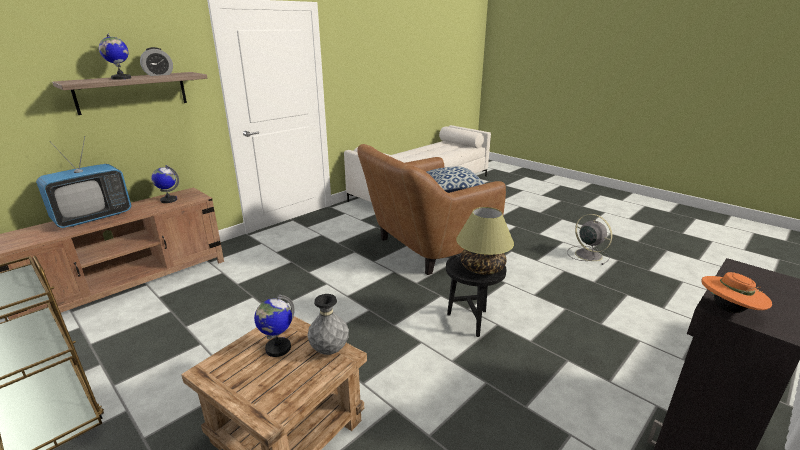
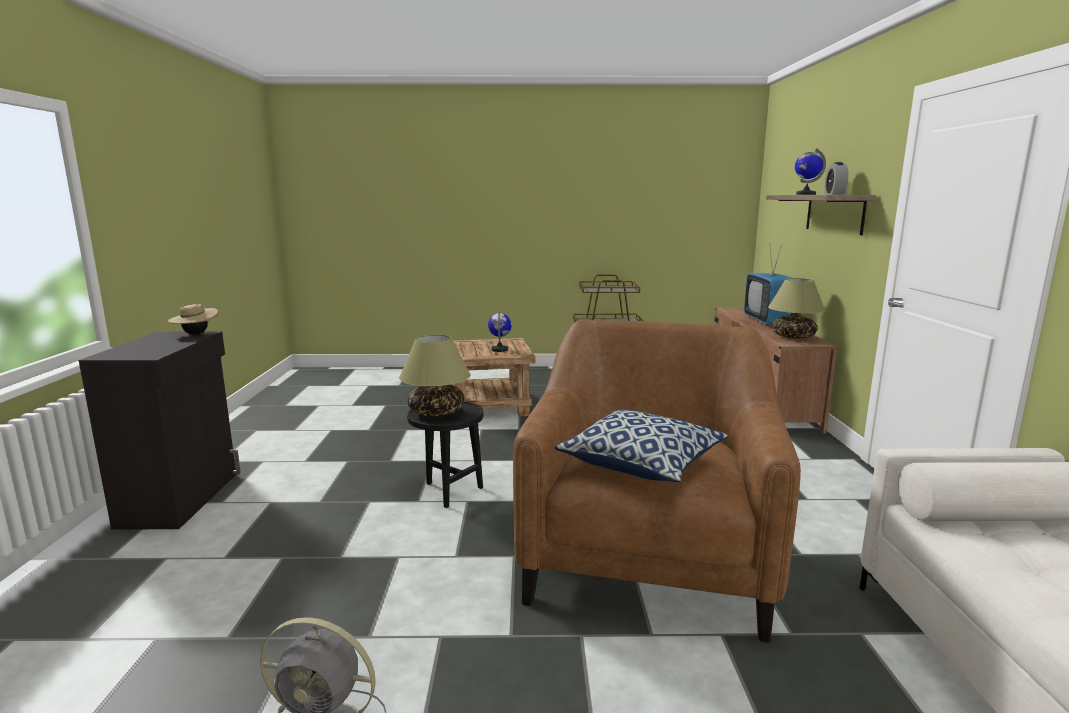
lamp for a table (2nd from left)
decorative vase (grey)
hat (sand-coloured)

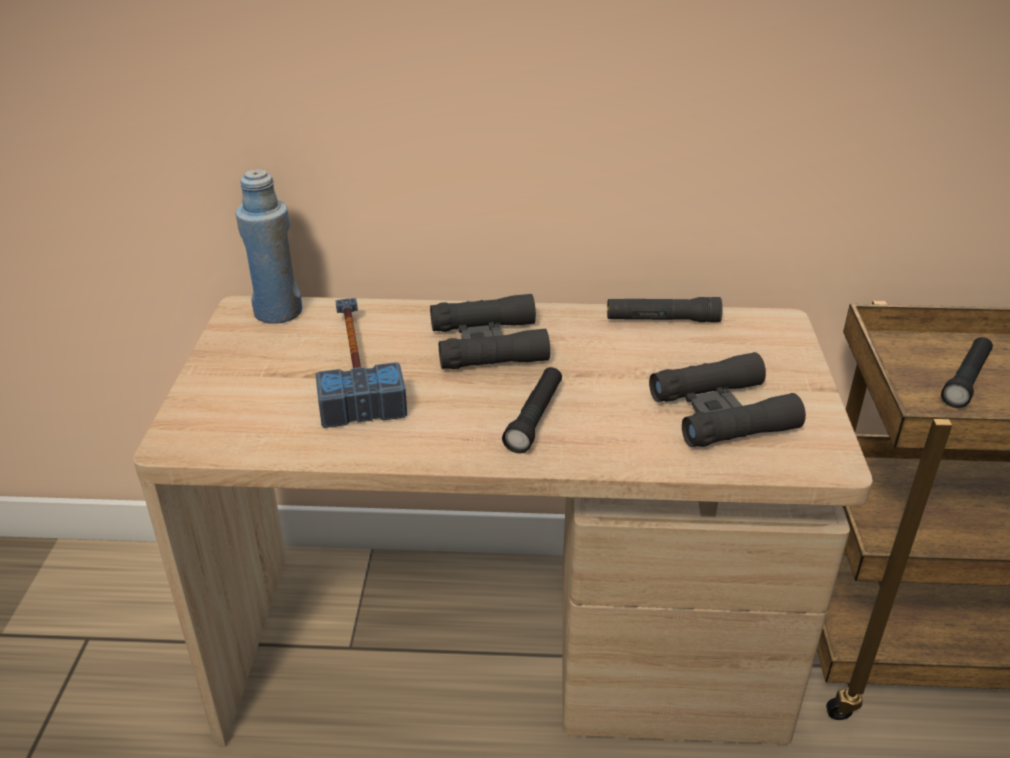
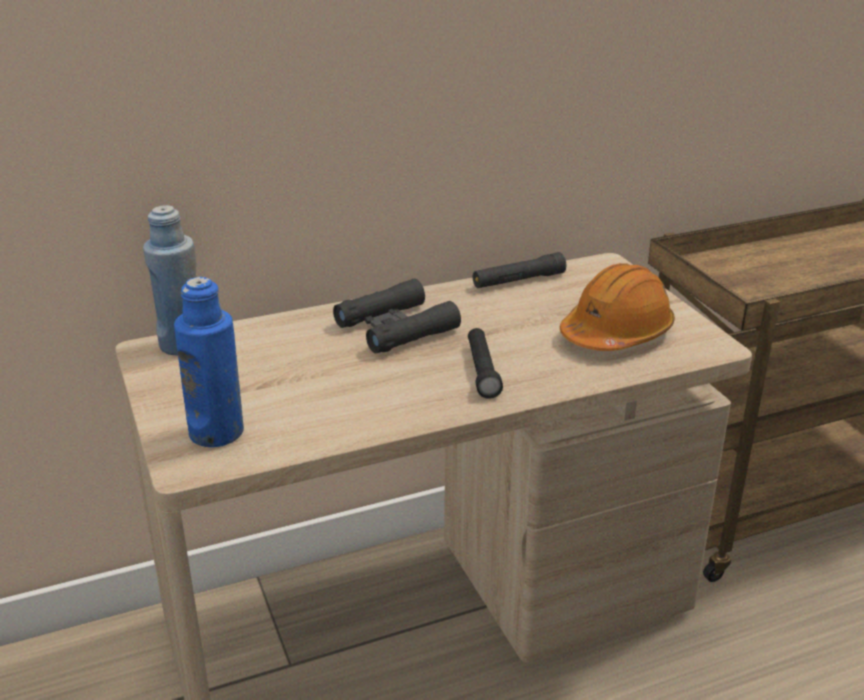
tool hammer
hard hat (orange)
torch (black-coloured) (3rd from left in the first image)
drink bottle (blue-coloured) (2nd from left)

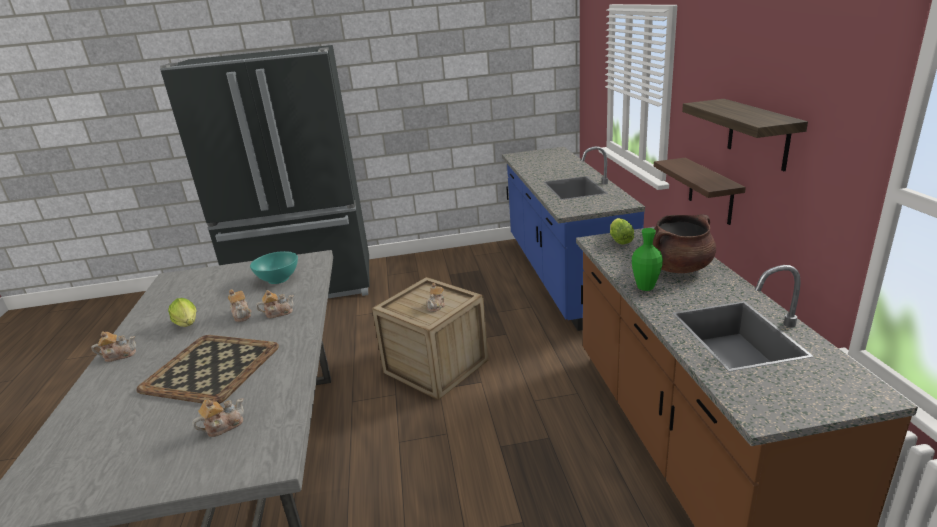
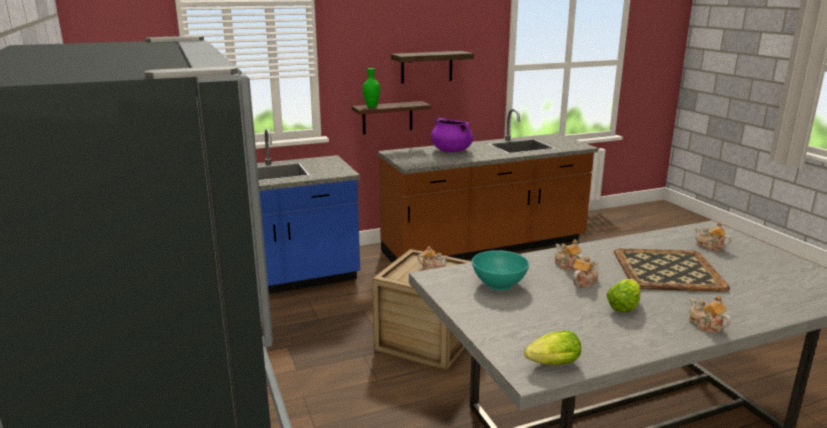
lettuce (1st from left)
decorative vase (green-coloured)
saucepot (purple-coloured)

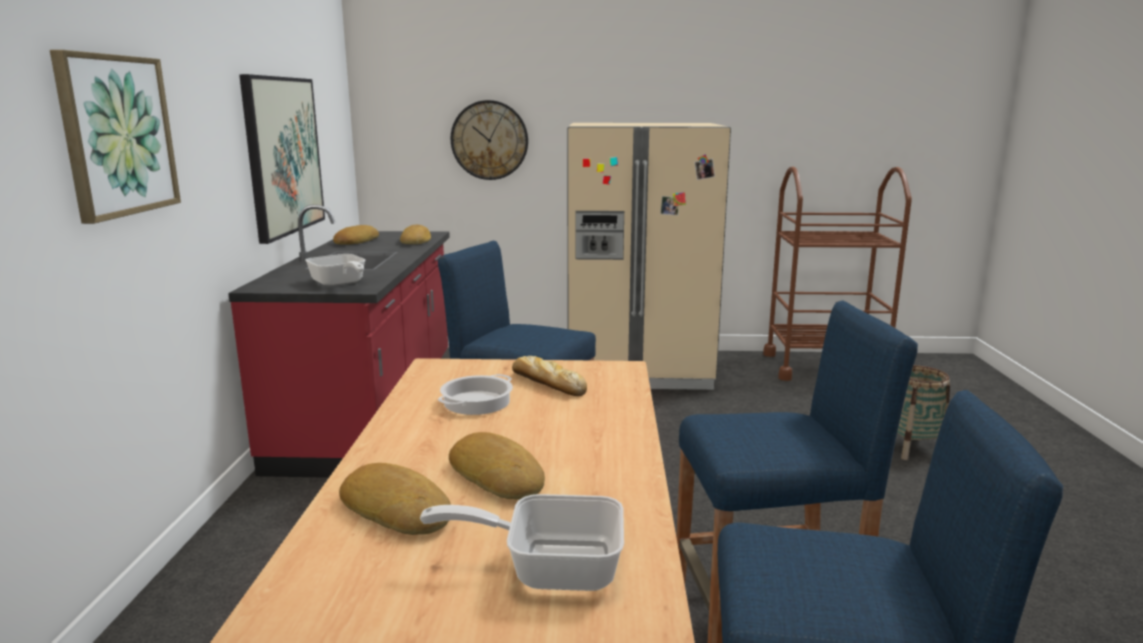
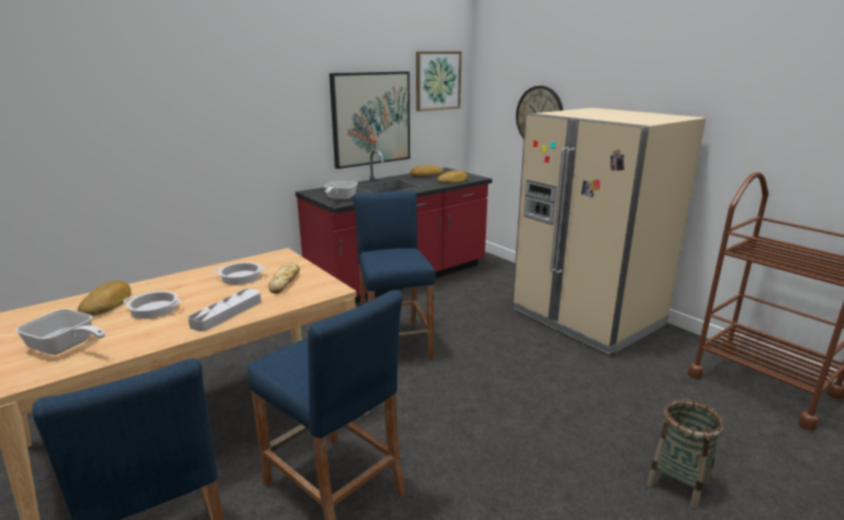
wall art (2nd from left)
skillet (1st from left)
saucepot (1st from left)
carrying tray (grey)

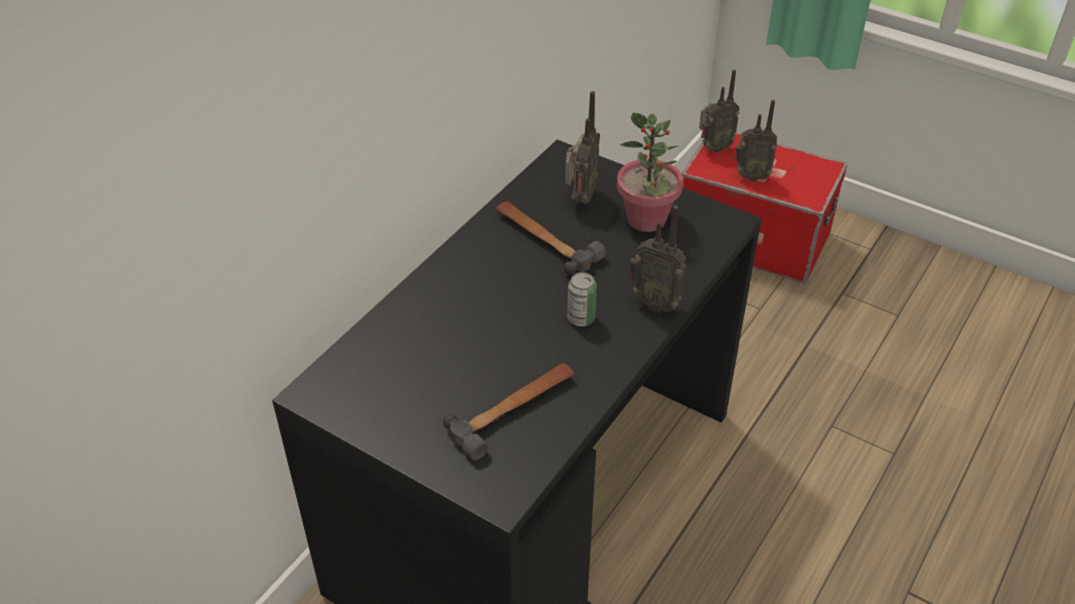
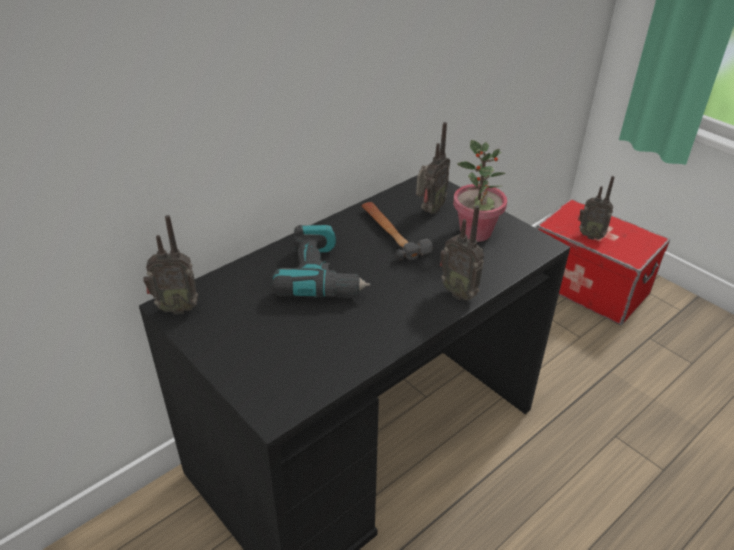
tool hammer (1st from left in the first image)
sealed can
radio set (1st from left)
electric drill

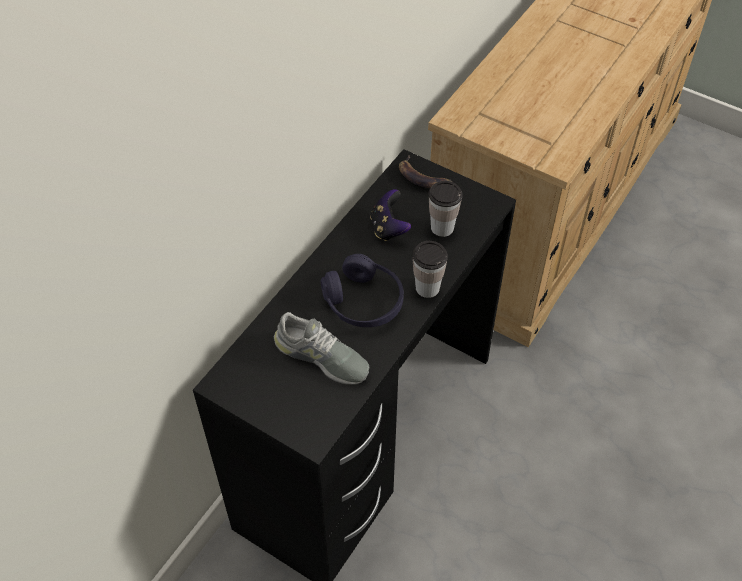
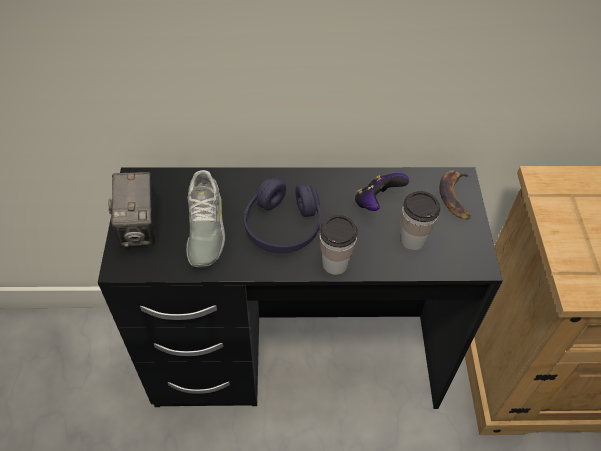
photo camera

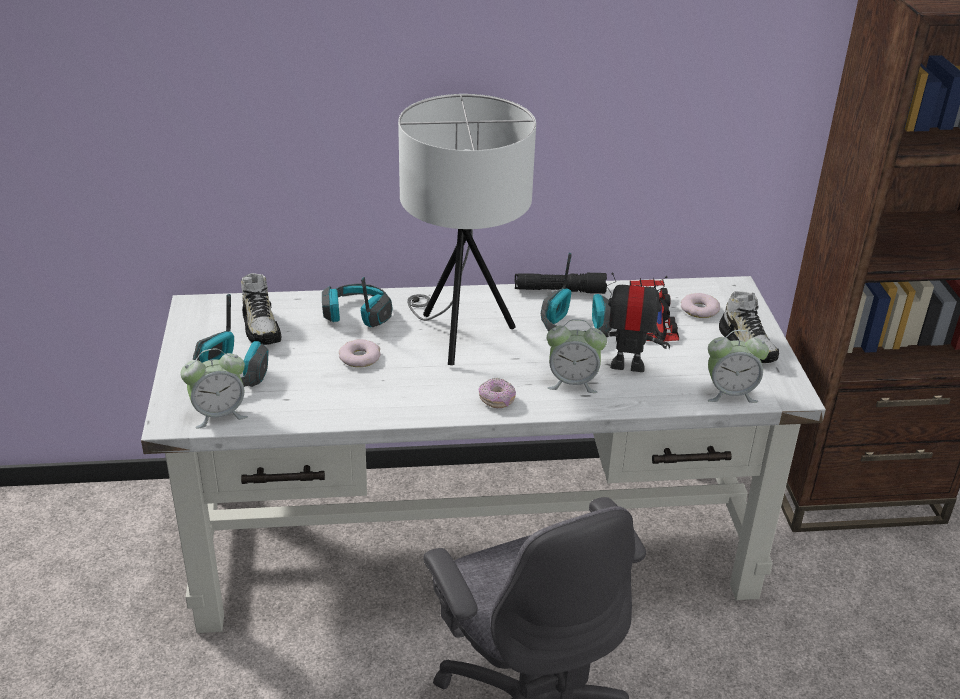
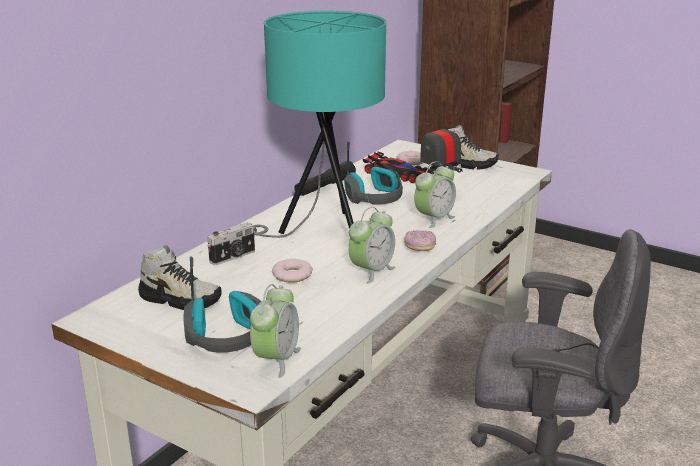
photo camera
lamp for a table (blue-green)
alarm clock (2nd from left)

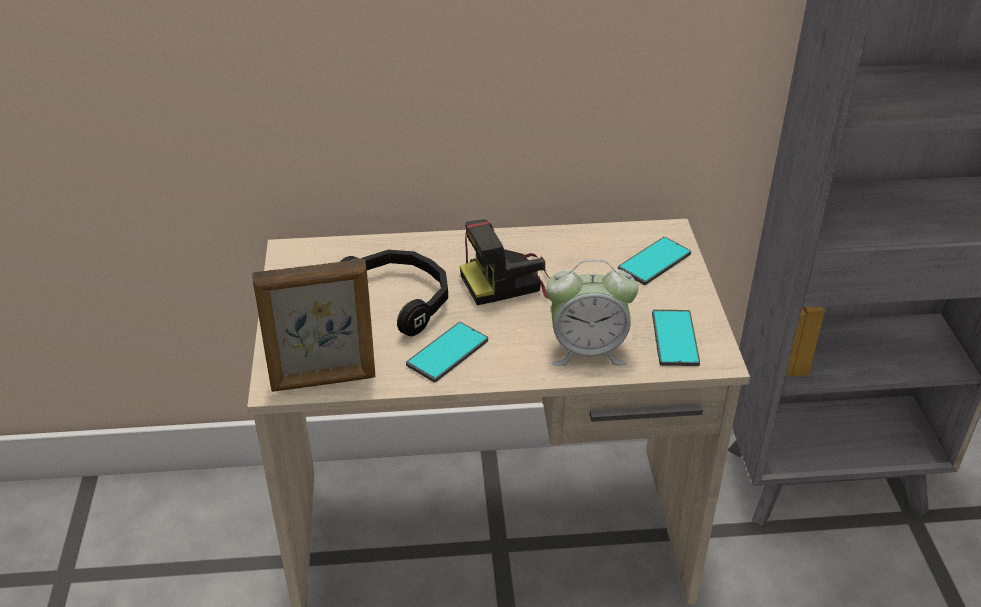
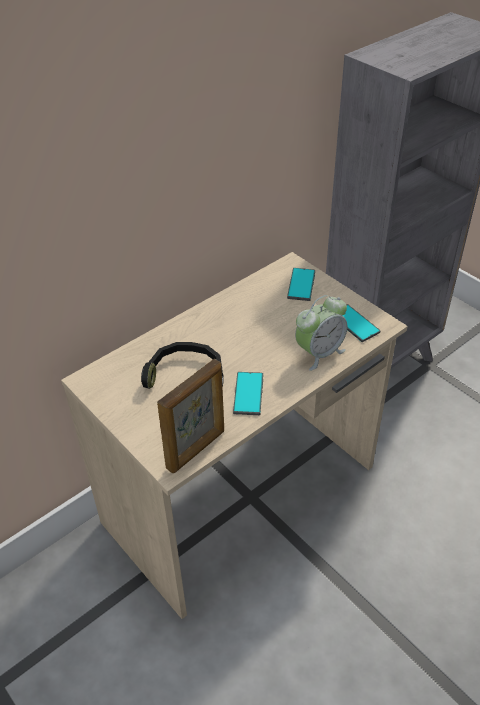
photo camera

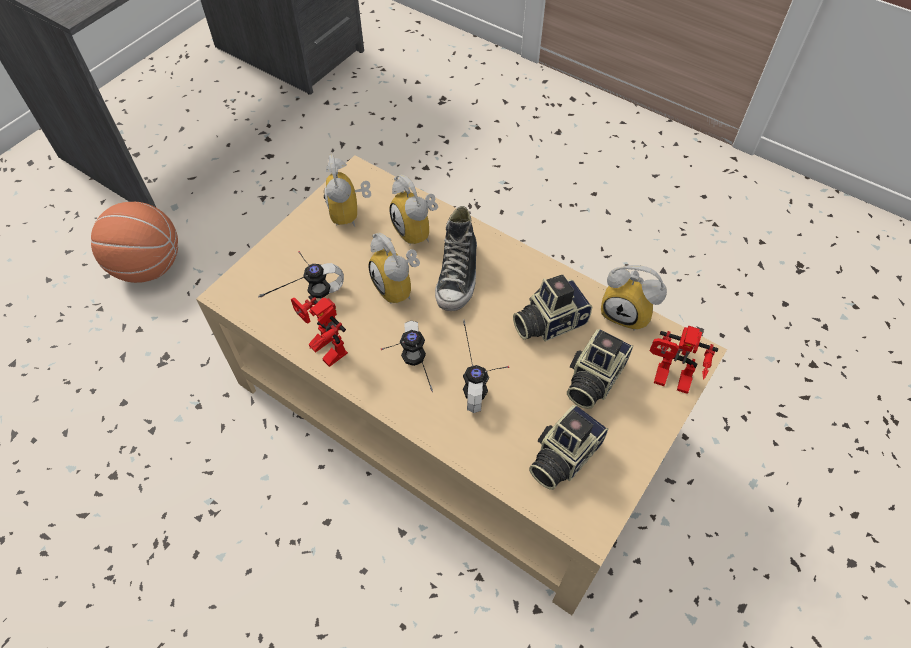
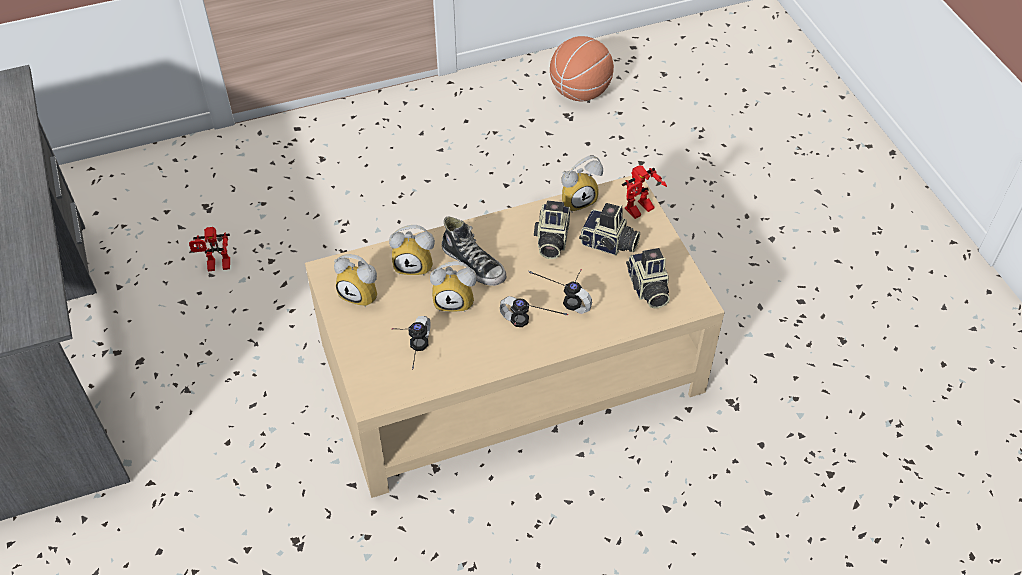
basketball
toy robot (1st from left)
photo camera (2nd from left)

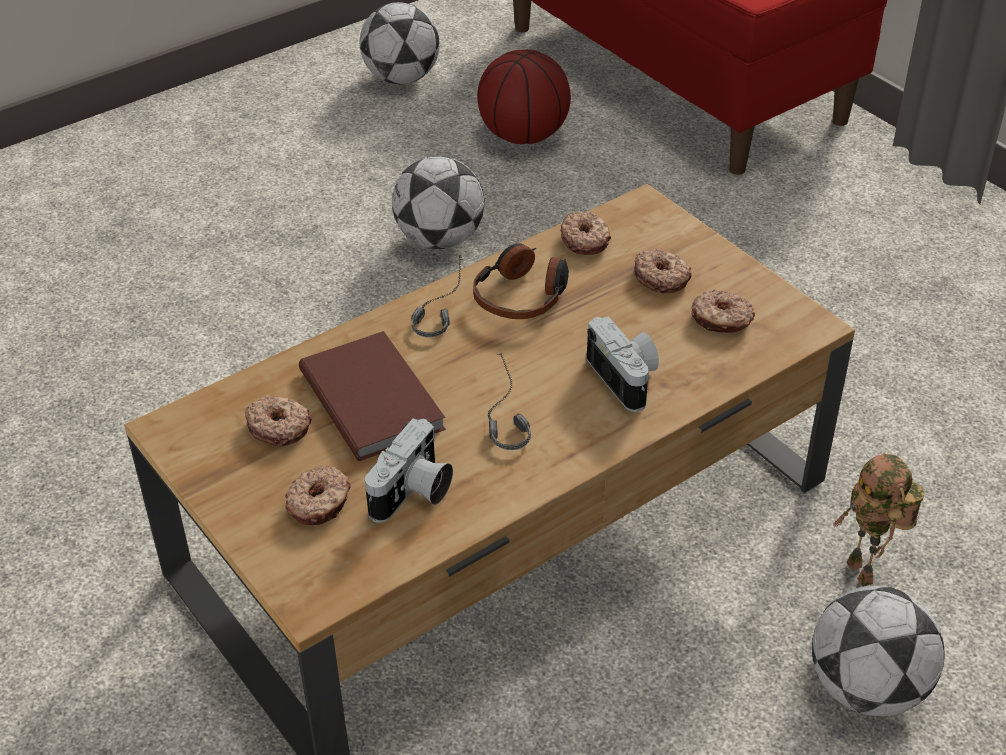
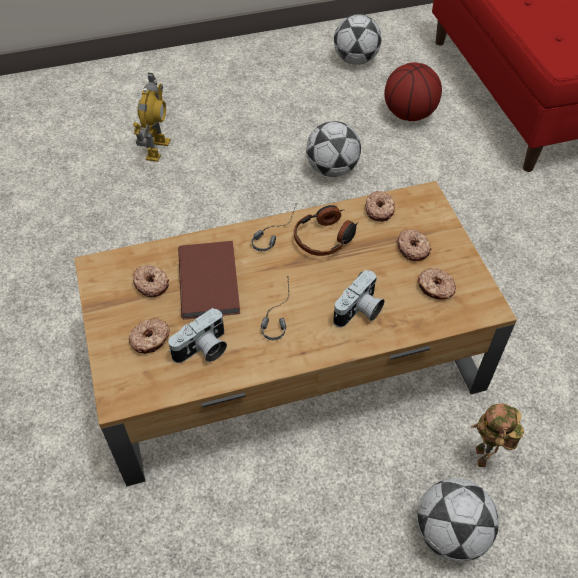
photo camera (2nd from left)
toy robot (1st from left)

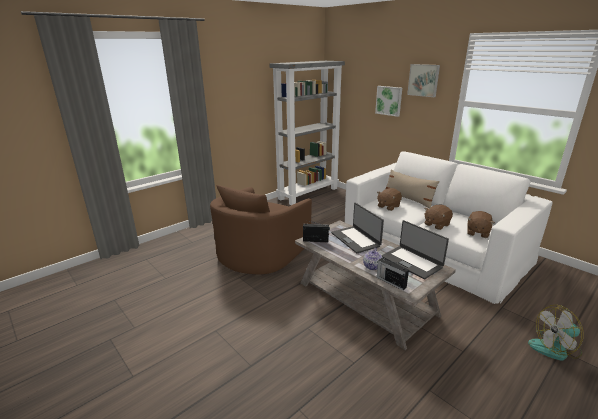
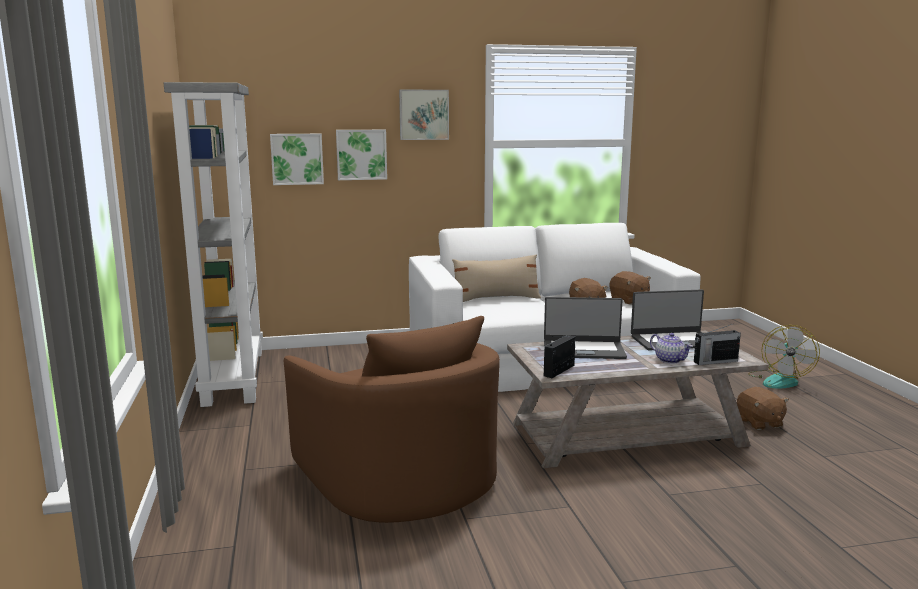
plush toy (brown-coloured) (3rd from left)
wall art (1st from left)

